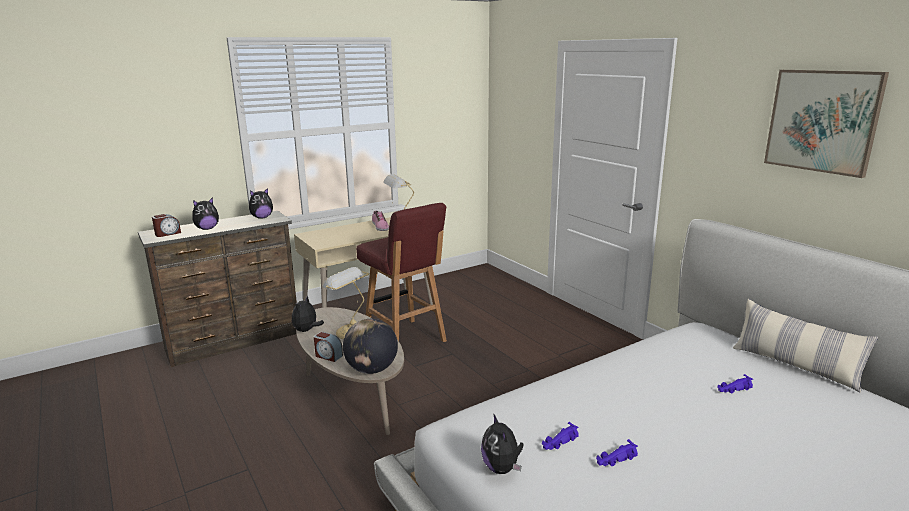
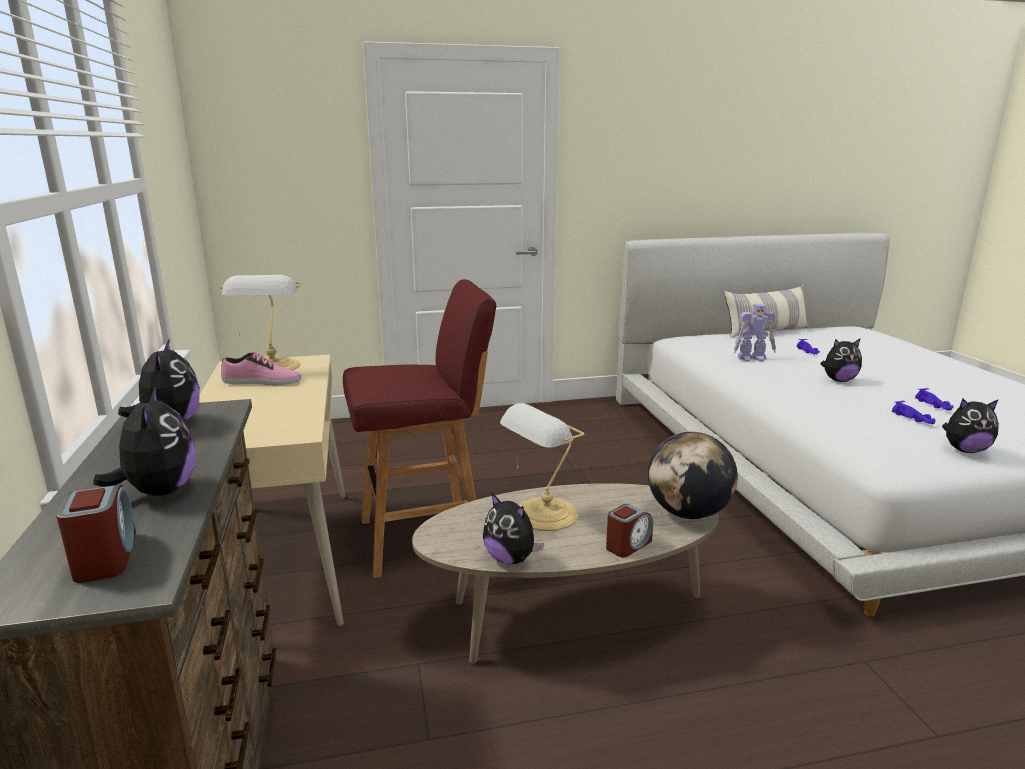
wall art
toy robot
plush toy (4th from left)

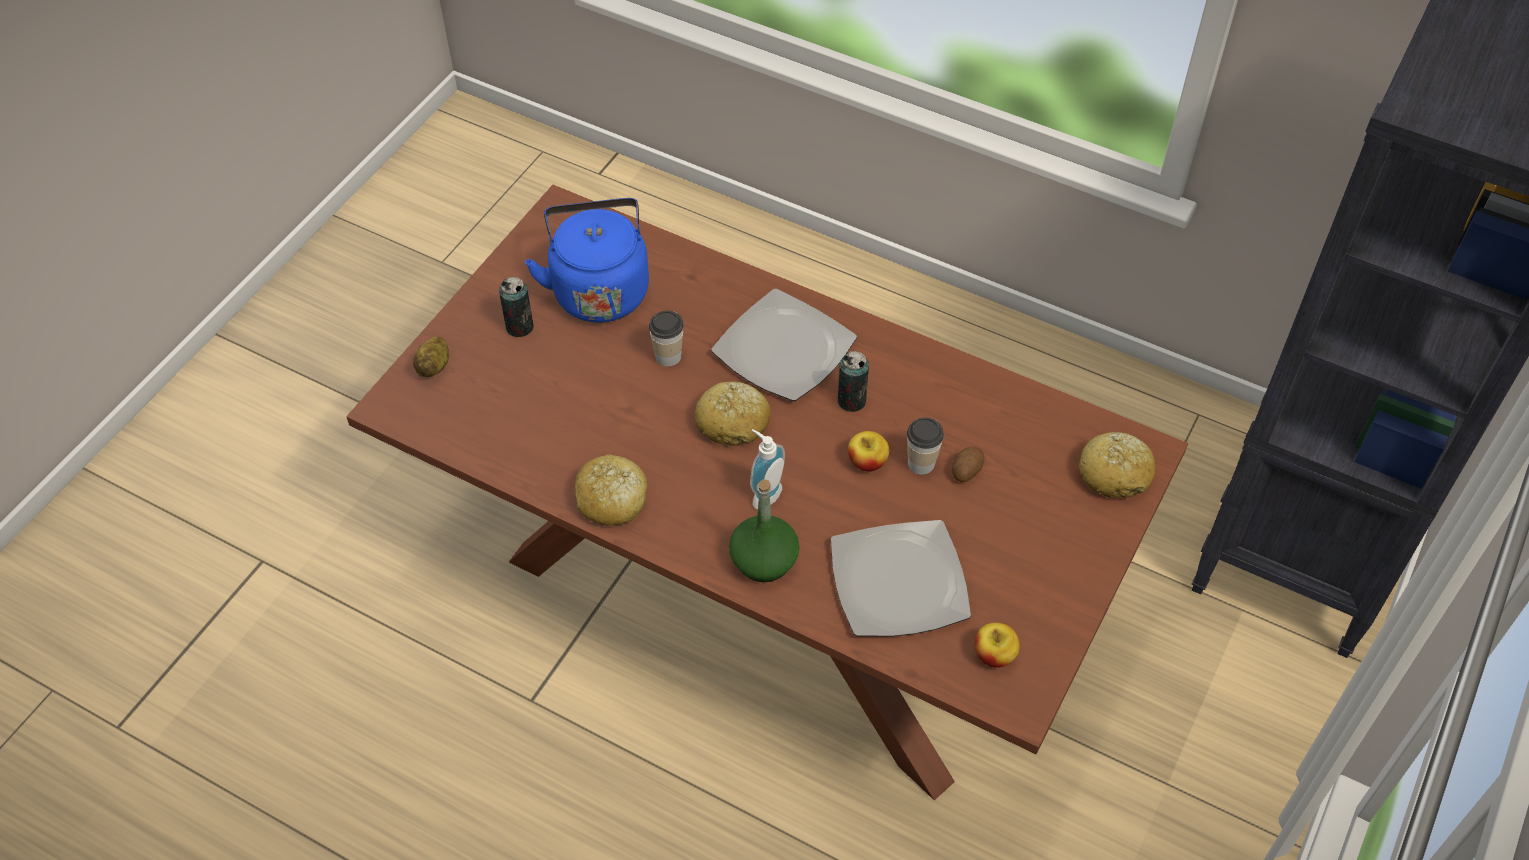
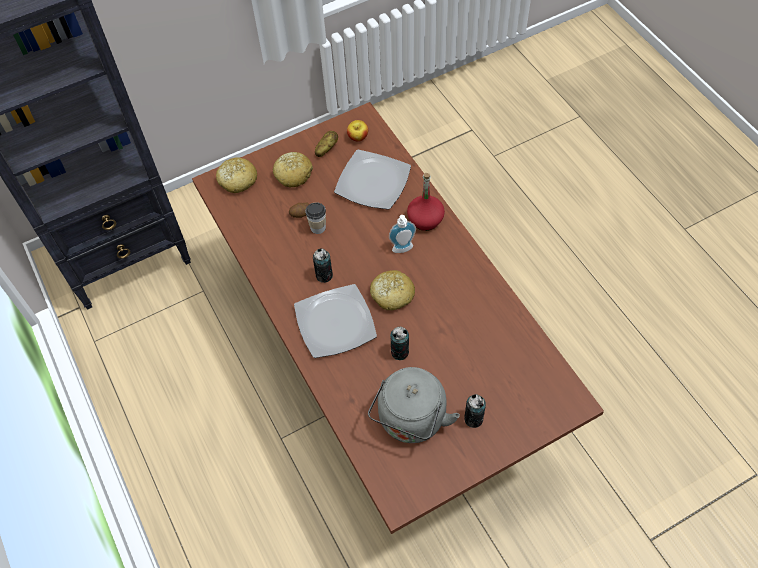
whole potato (2nd from left)
water kettle (grey)
bread (2nd from left)
sealed can (2nd from left)
drink bottle (reddish)
apple (1st from left in the first image)

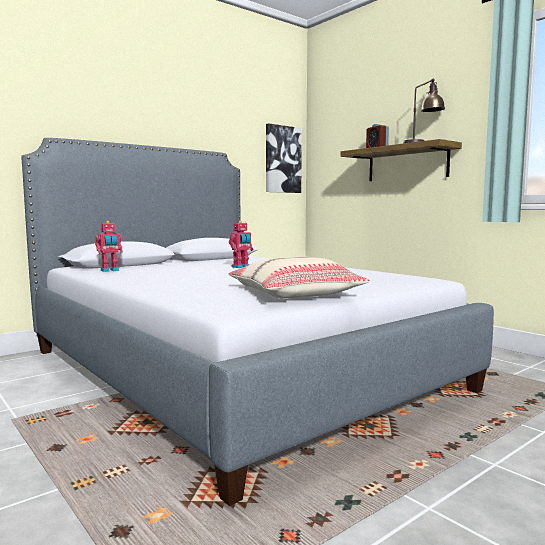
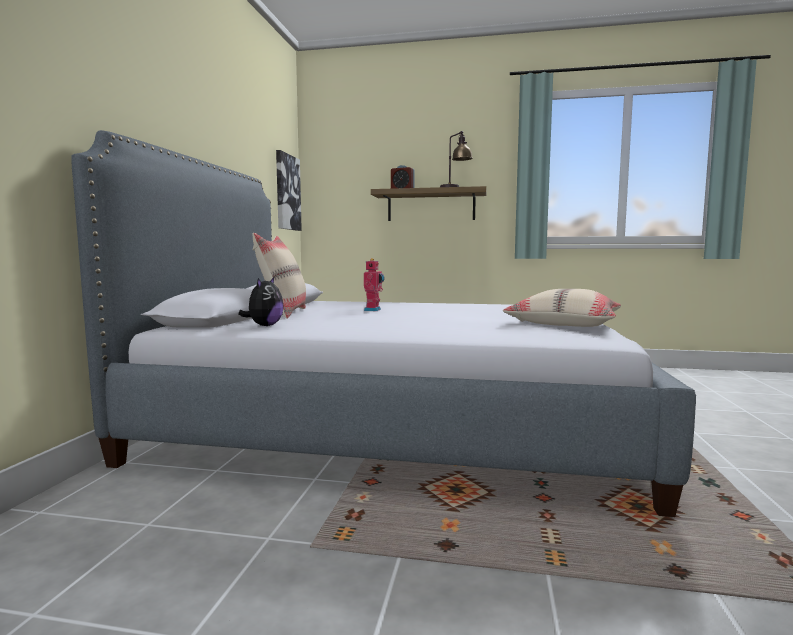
plush toy
cushion (sand-coloured) (1st from left)

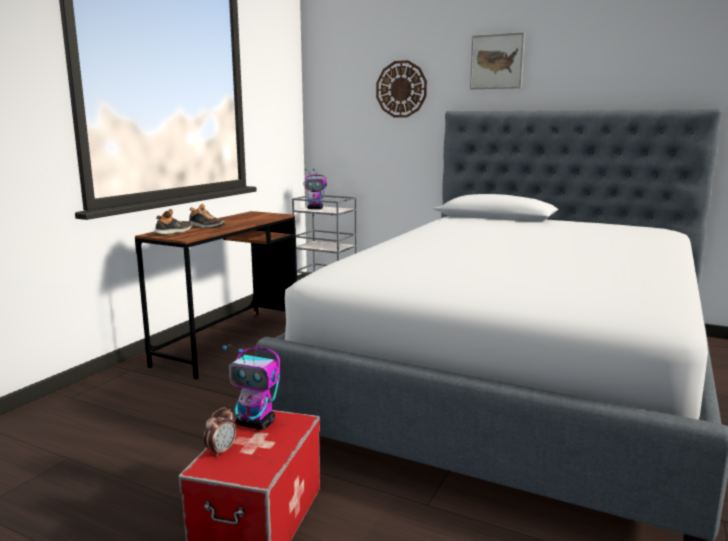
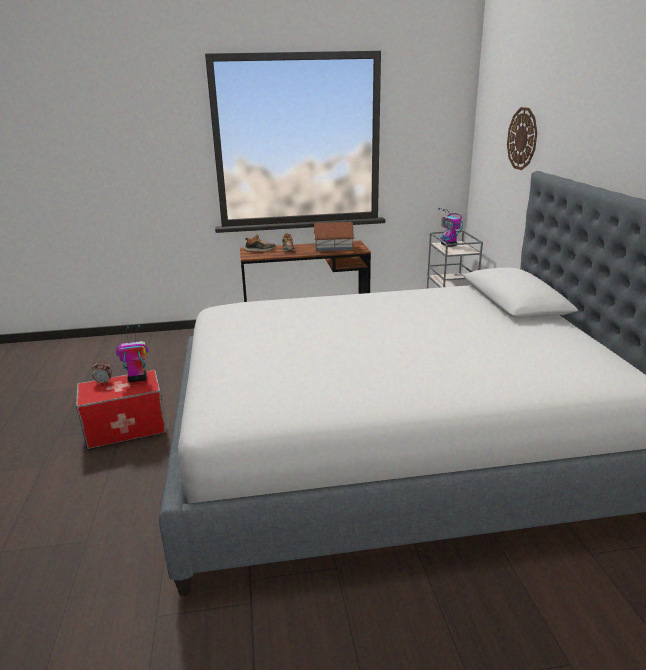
toy robot (1st from left)
wall art
miniature house

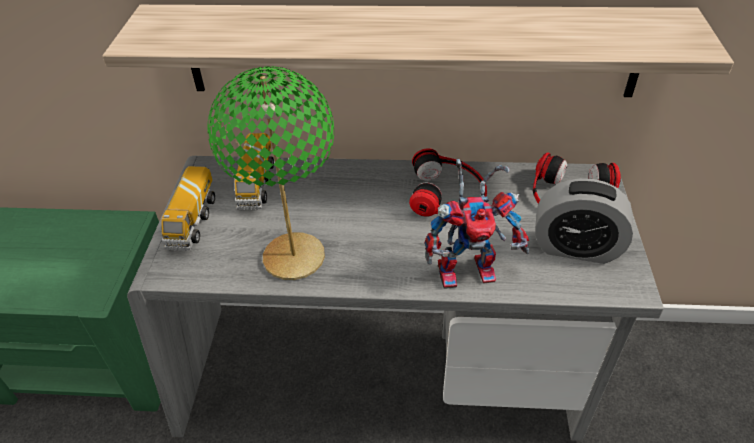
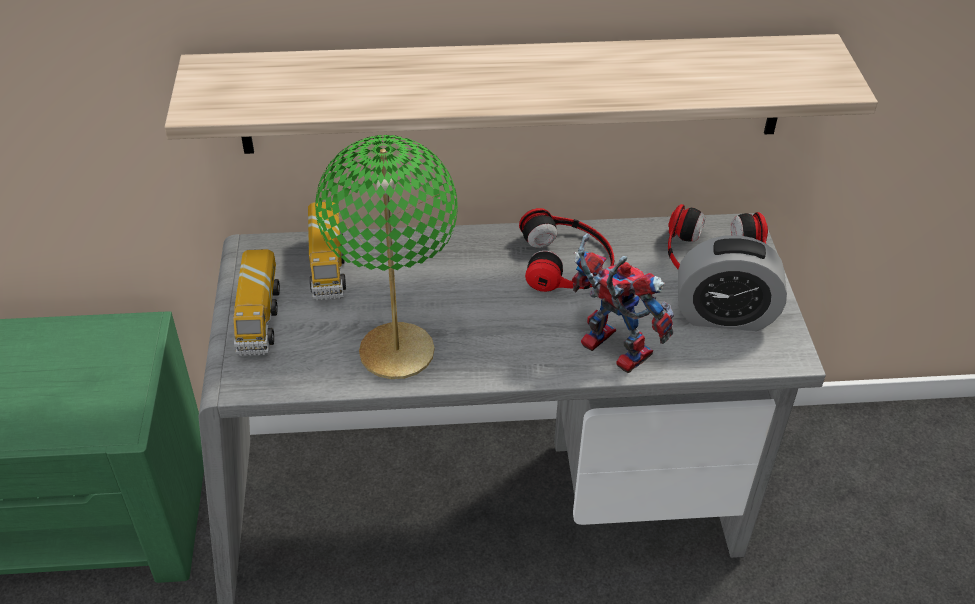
toy robot

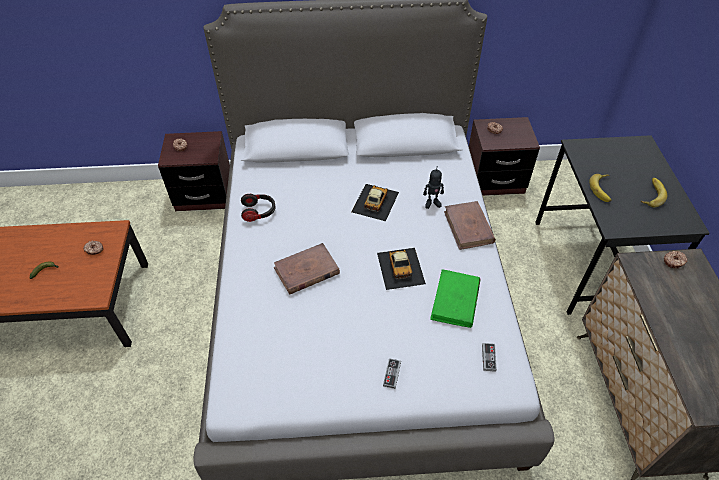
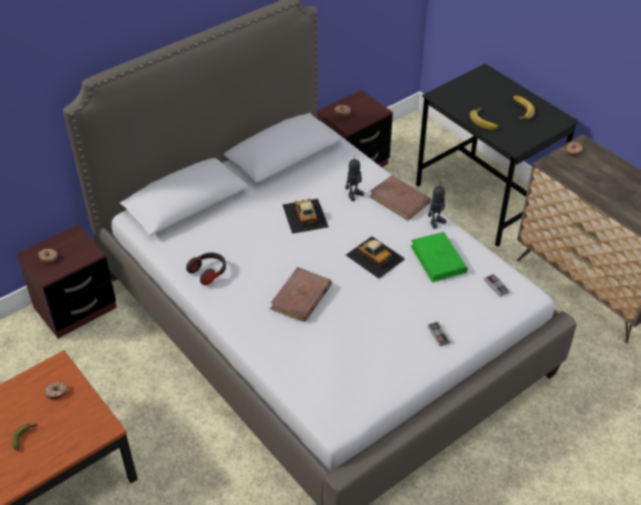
toy robot (2nd from left)

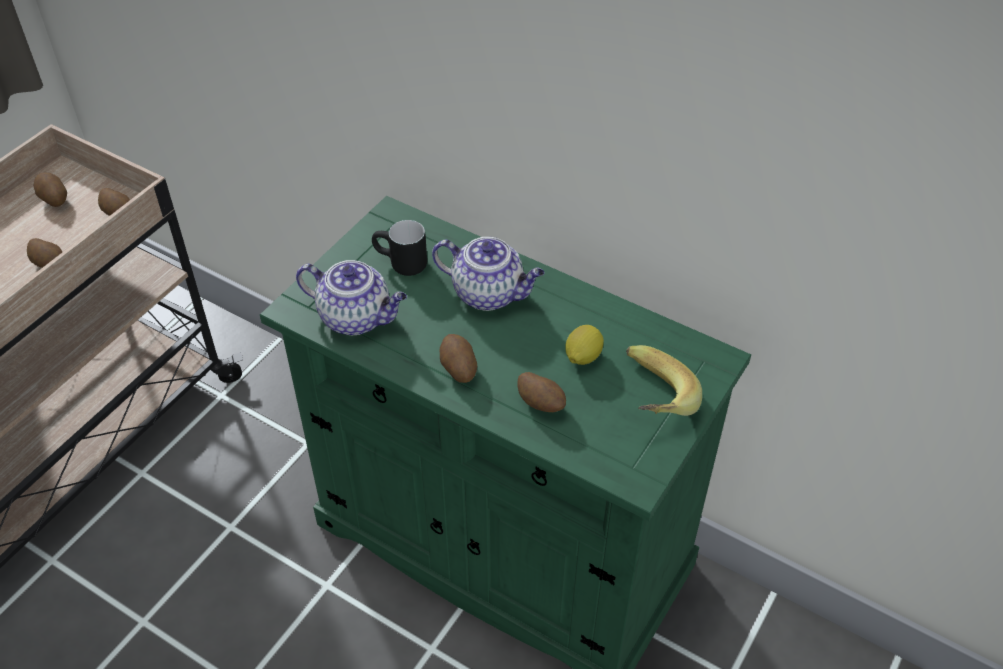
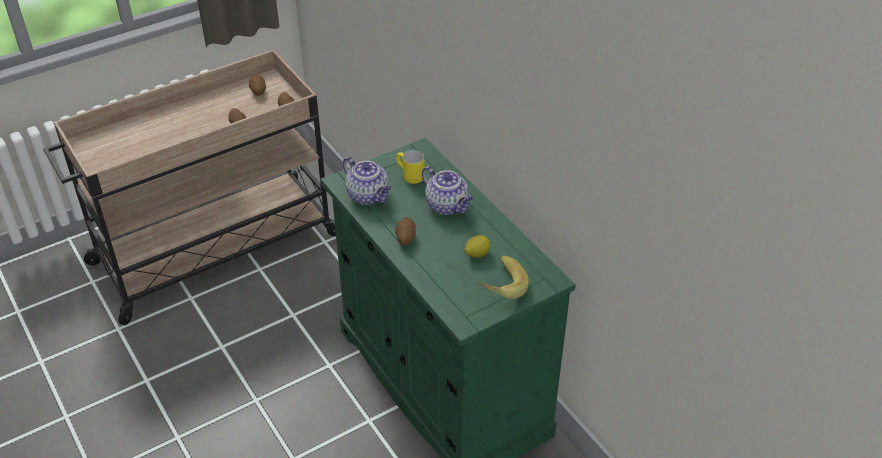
coffee mug (yellowish)
whole potato (5th from left in the first image)

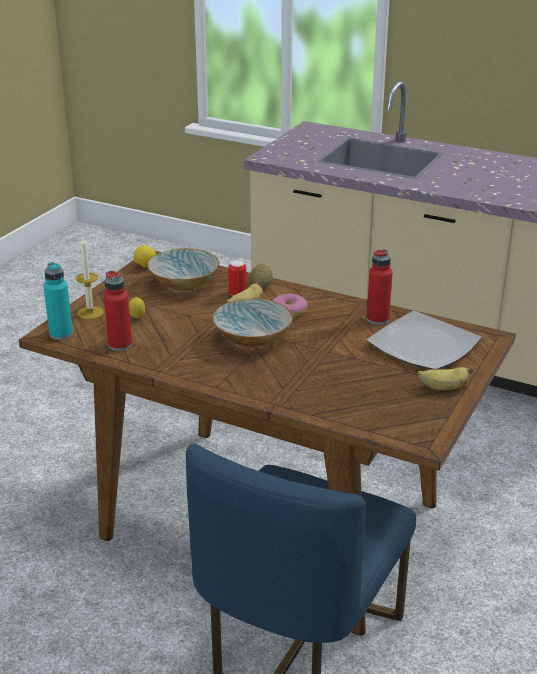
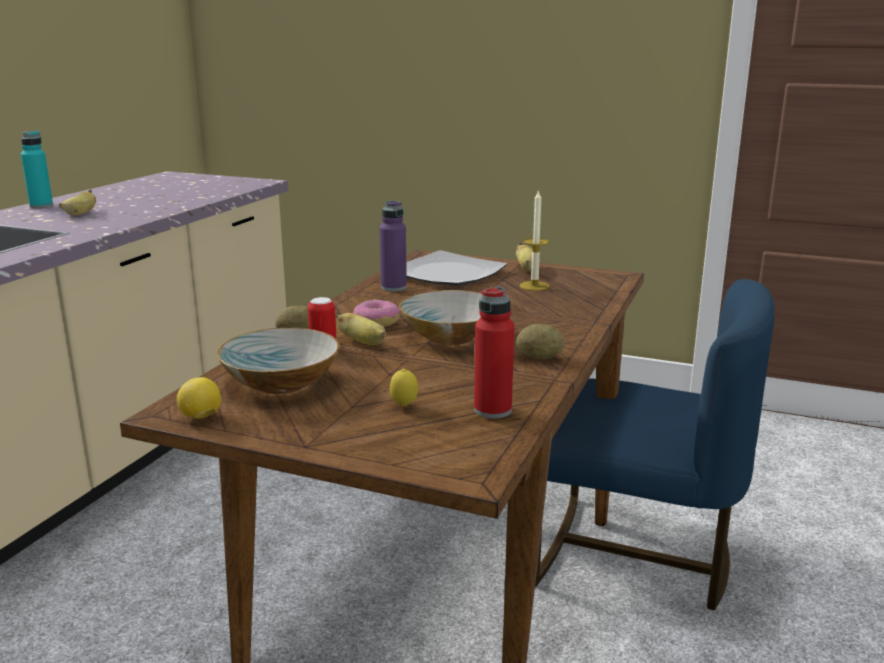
drink bottle (blue-green)
wax light
drink bottle (purple-coloured)
banana (1st from left)
whole potato (2nd from left)

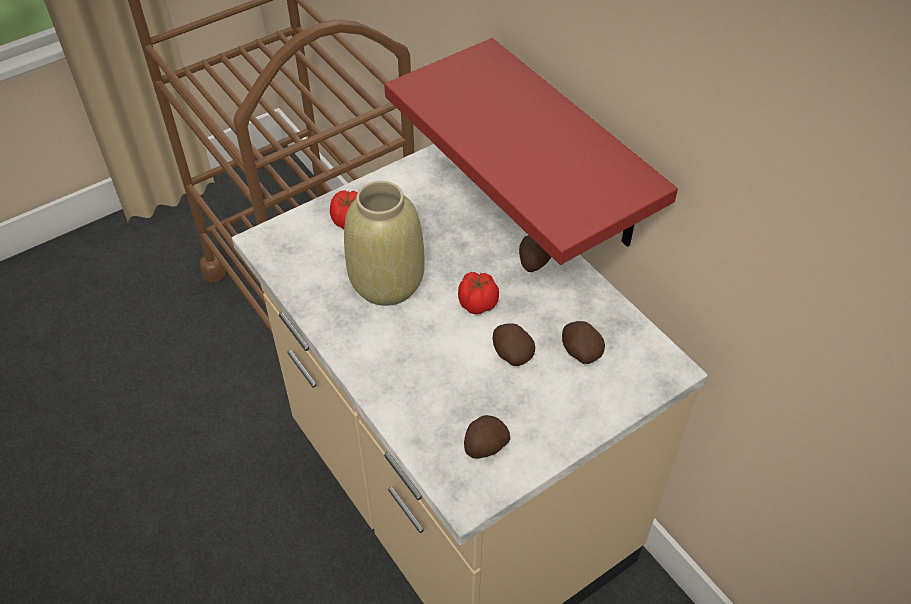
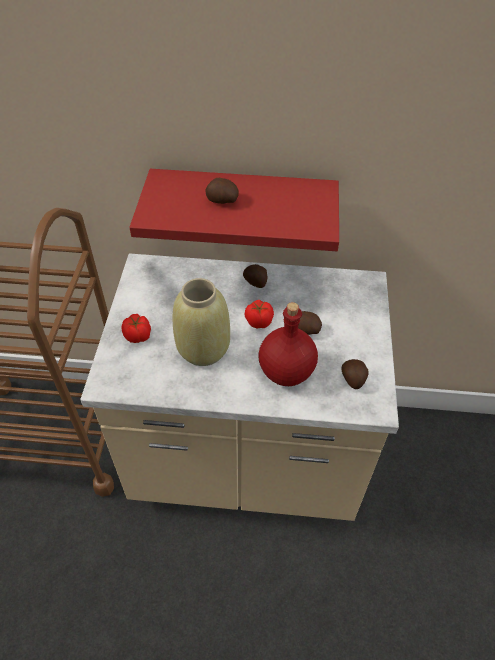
whole potato (1st from left)
drink bottle (reddish)

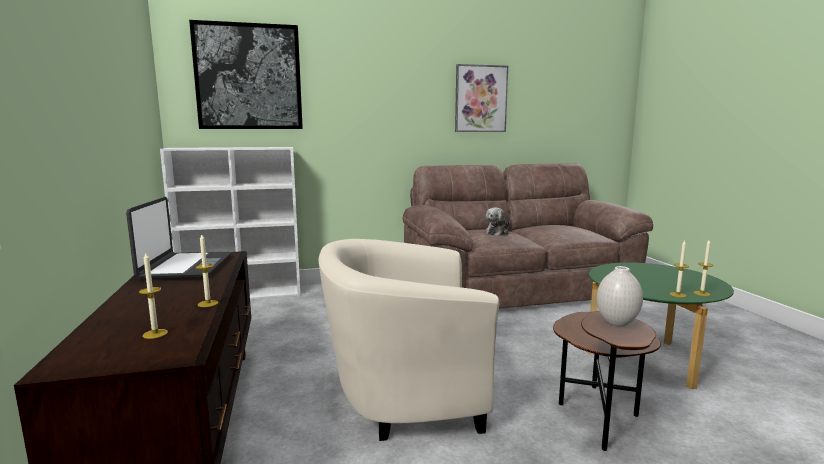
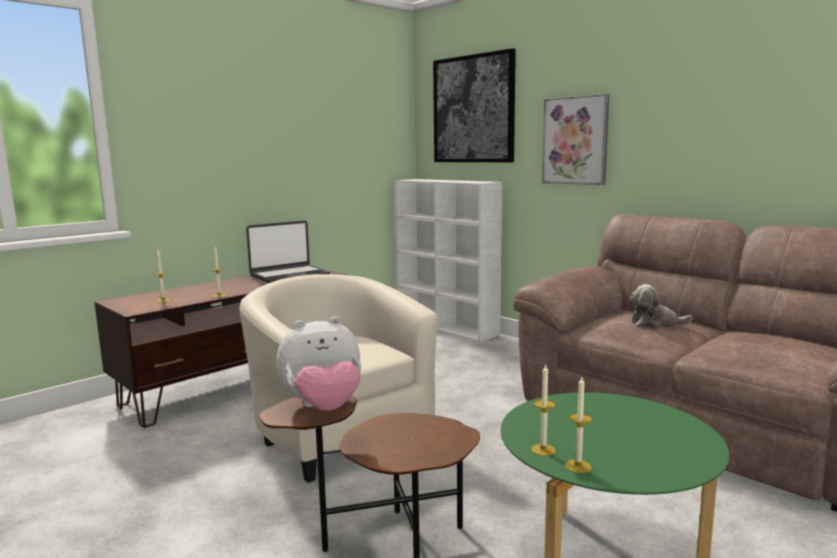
wall art (2nd from left)
plush toy (1st from left)

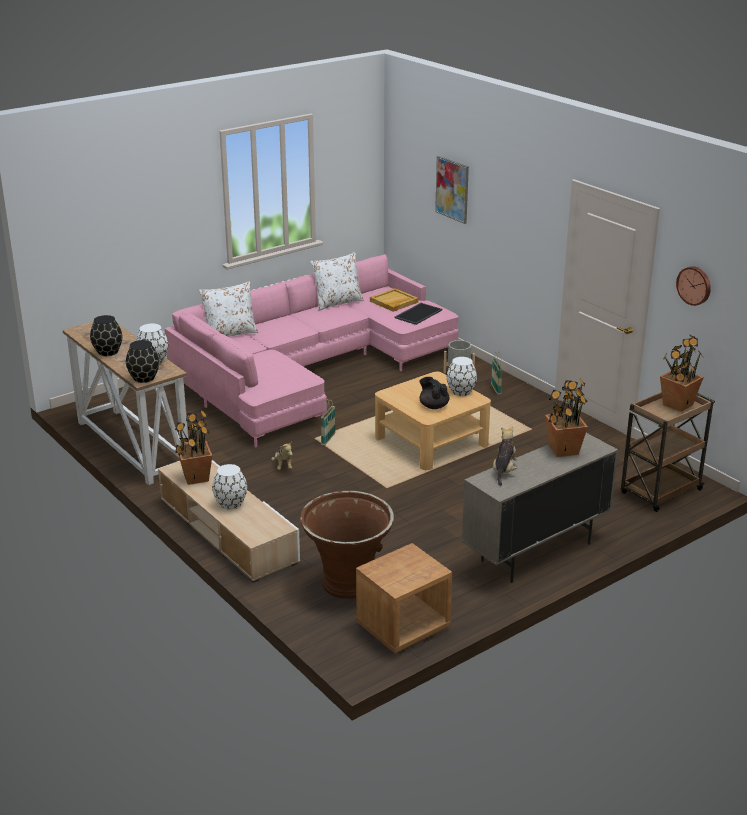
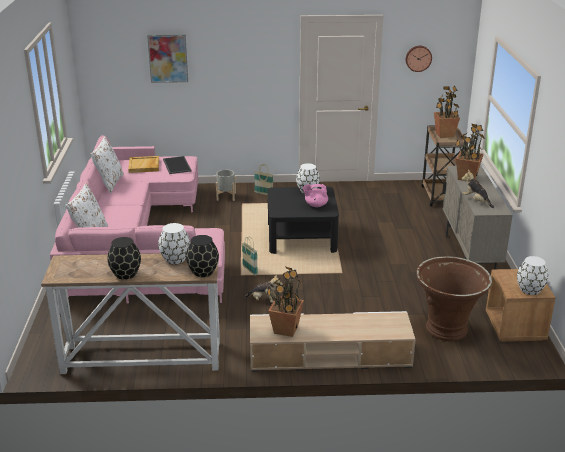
decorative vase (white-coloured) (3rd from left)
low table (black-coloured)
teapot (pink-coloured)

